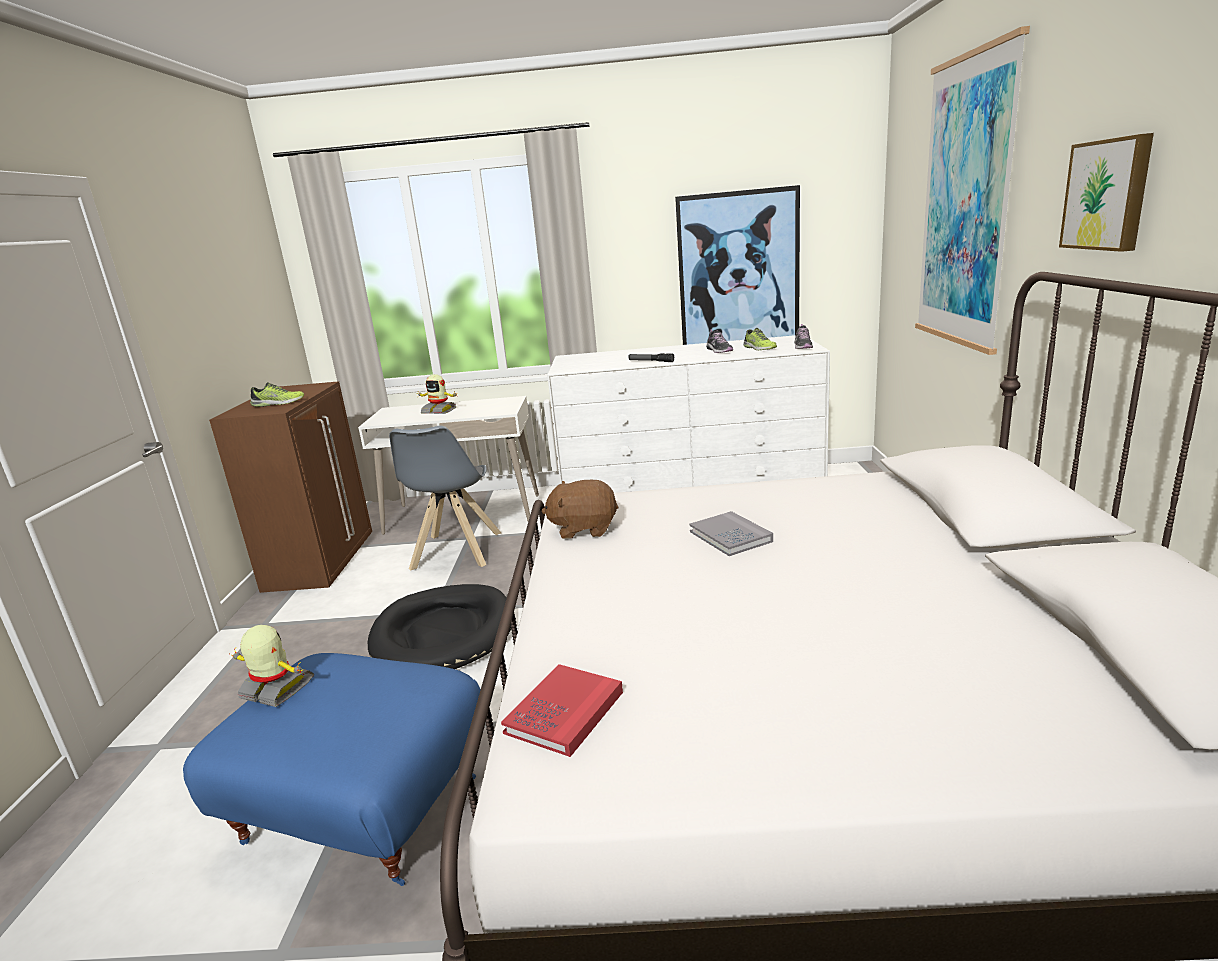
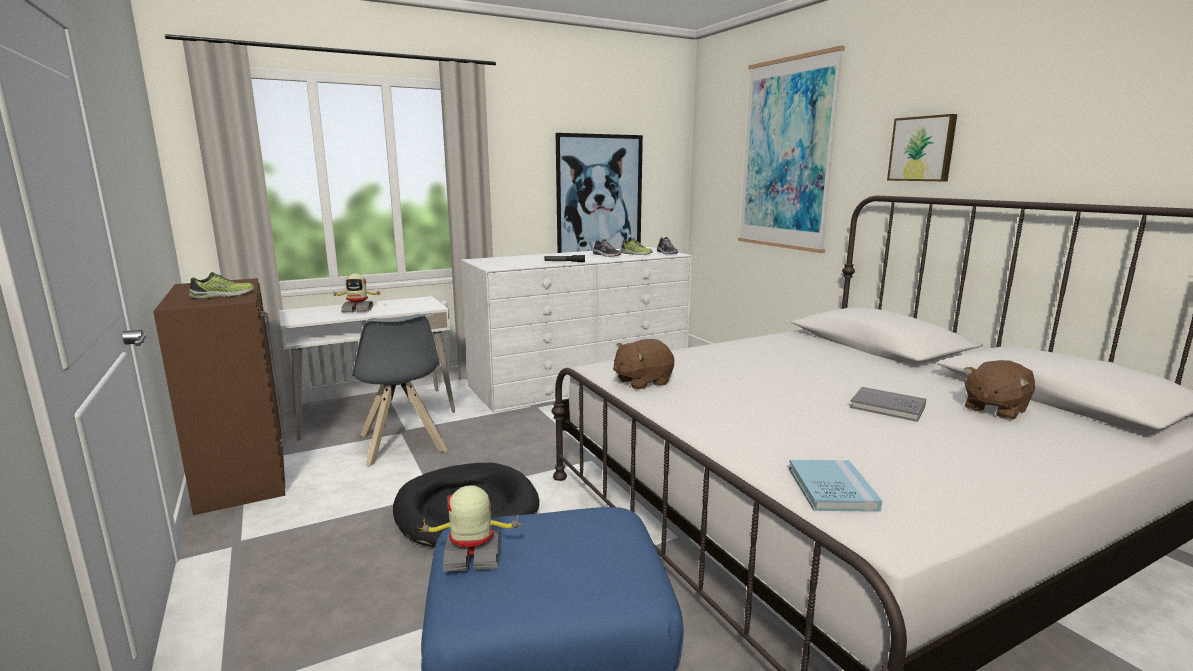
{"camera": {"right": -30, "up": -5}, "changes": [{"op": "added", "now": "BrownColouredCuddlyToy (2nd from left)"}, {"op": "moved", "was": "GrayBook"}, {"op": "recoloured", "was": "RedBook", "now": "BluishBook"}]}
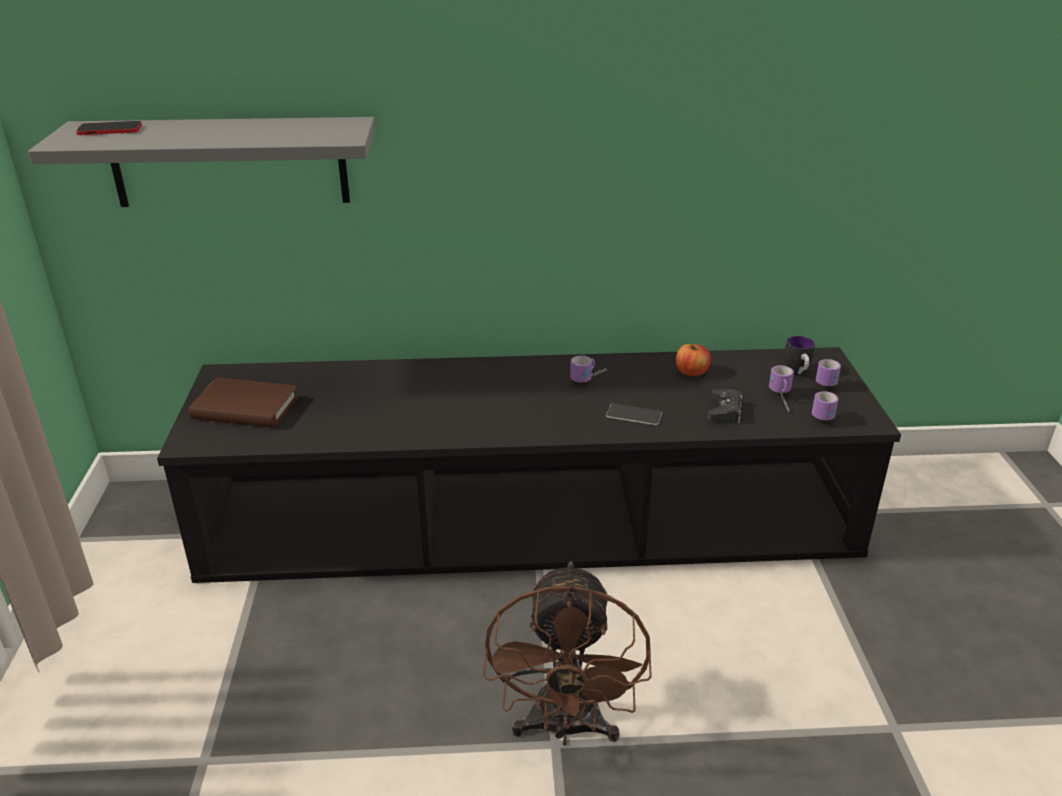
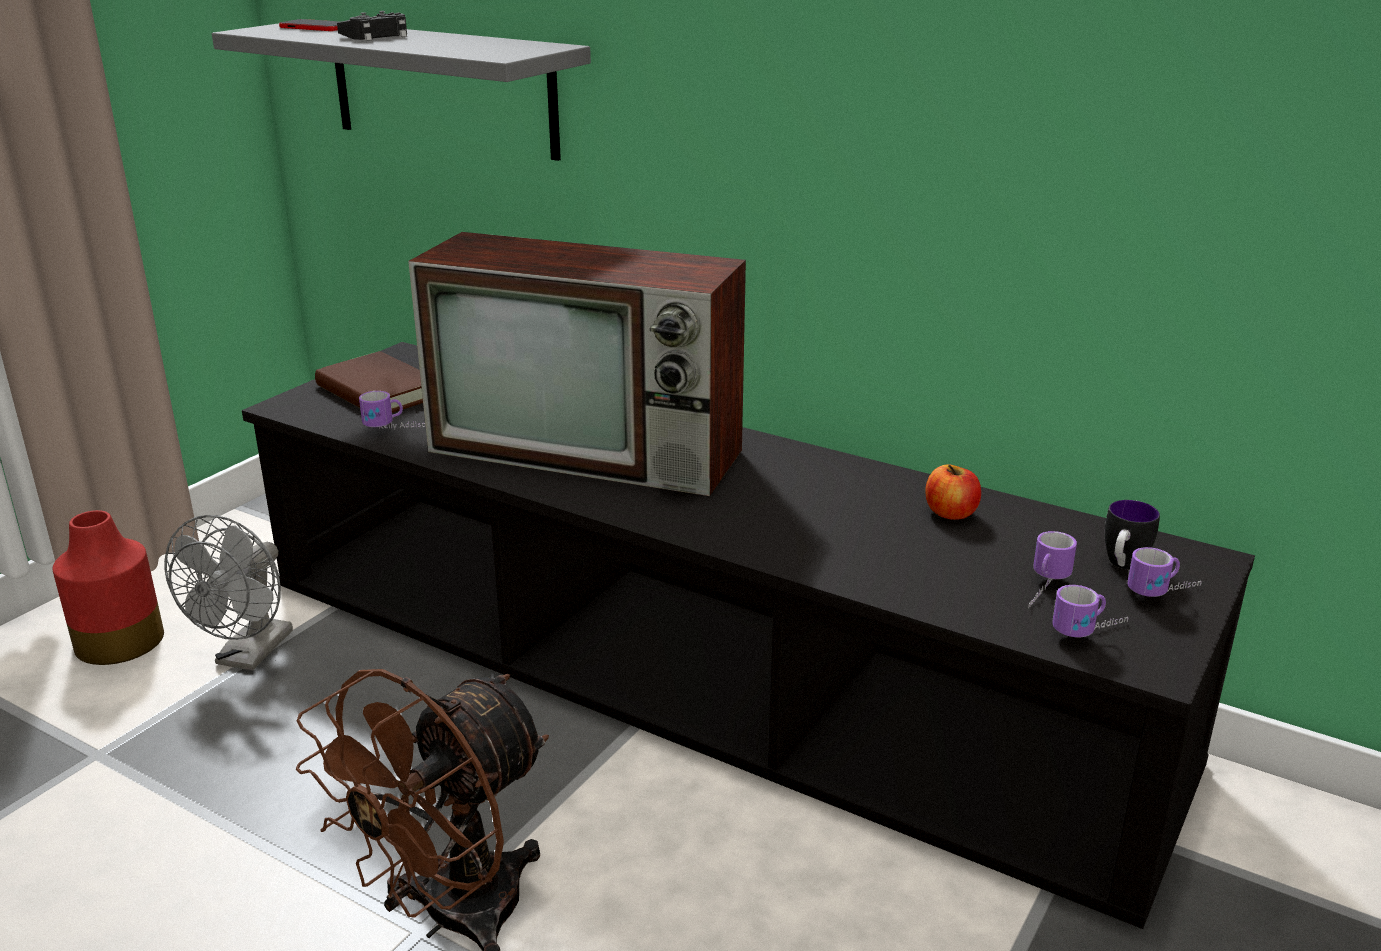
{"camera": {"right": 35, "up": -5}, "changes": [{"op": "removed", "was": "Handset (2nd from left)"}, {"op": "added", "now": "RedFlowerVase"}, {"op": "added", "now": "GrayFan"}, {"op": "added", "now": "TvSet"}, {"op": "moved", "was": "CoffeeMug (1st from left)"}, {"op": "moved", "was": "BlackishJoypad"}]}
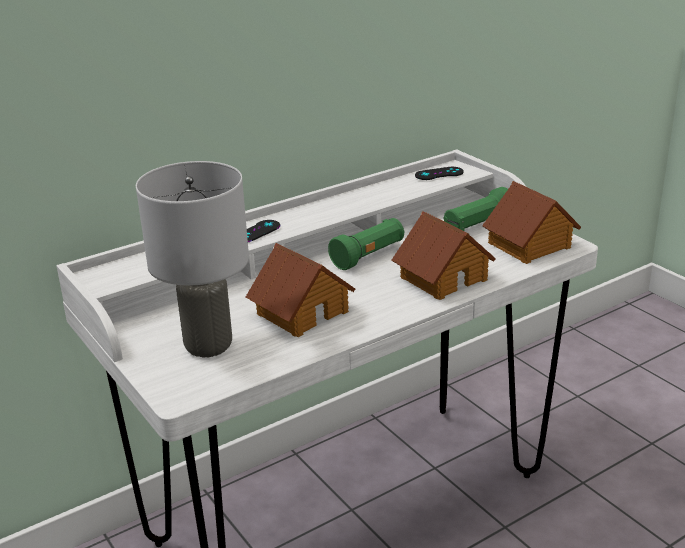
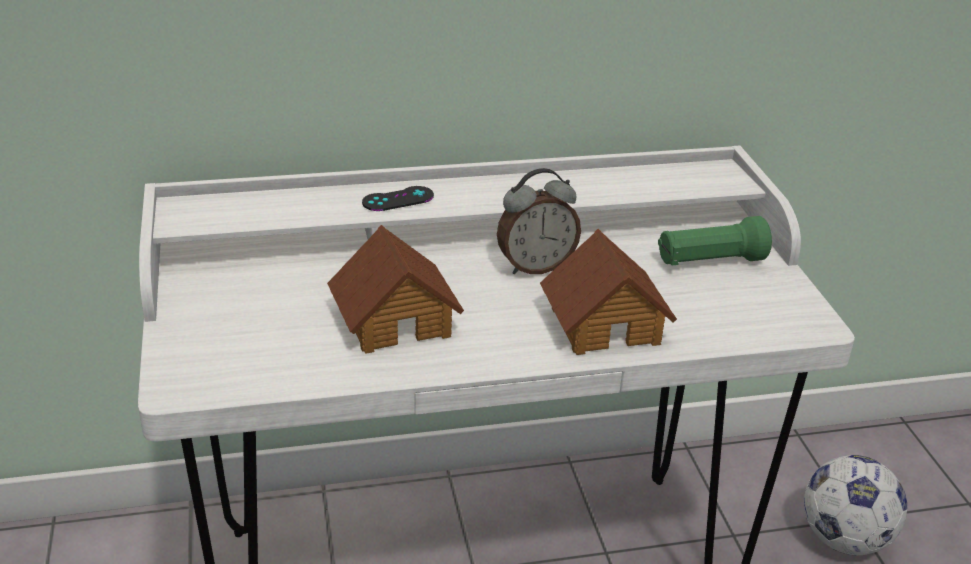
{"camera": {"right": 20, "up": 5}, "changes": [{"op": "removed", "was": "WhiteLampForATable"}, {"op": "removed", "was": "BlackishJoypad (2nd from left)"}, {"op": "removed", "was": "MiniatureHouse (3rd from left)"}, {"op": "added", "now": "FootballBall"}, {"op": "replaced", "was": "GreenColouredFlashlight (1st from left)", "now": "BedsideClock"}]}
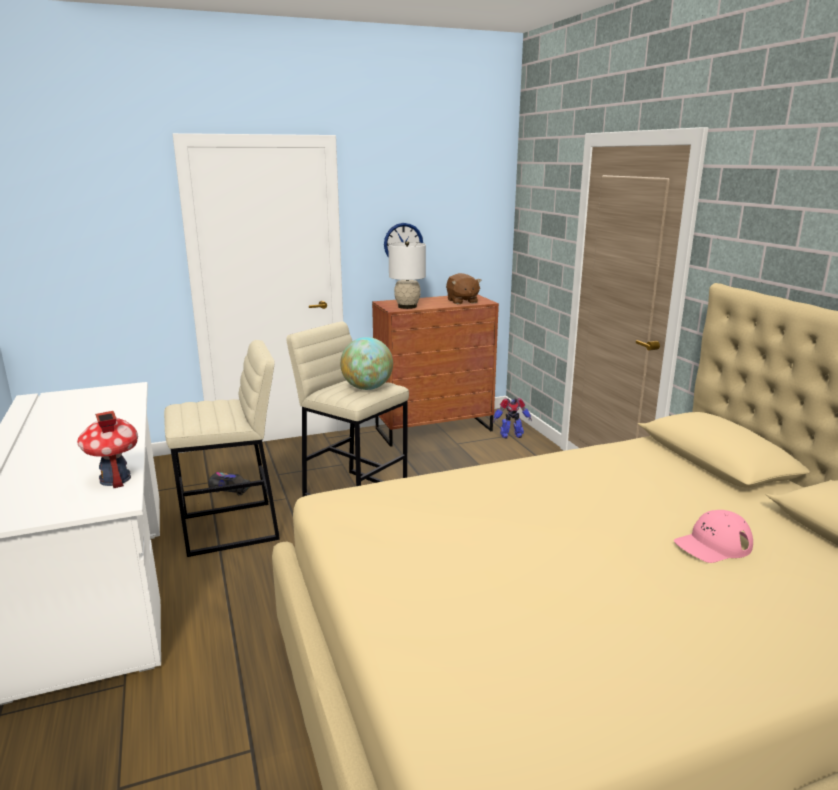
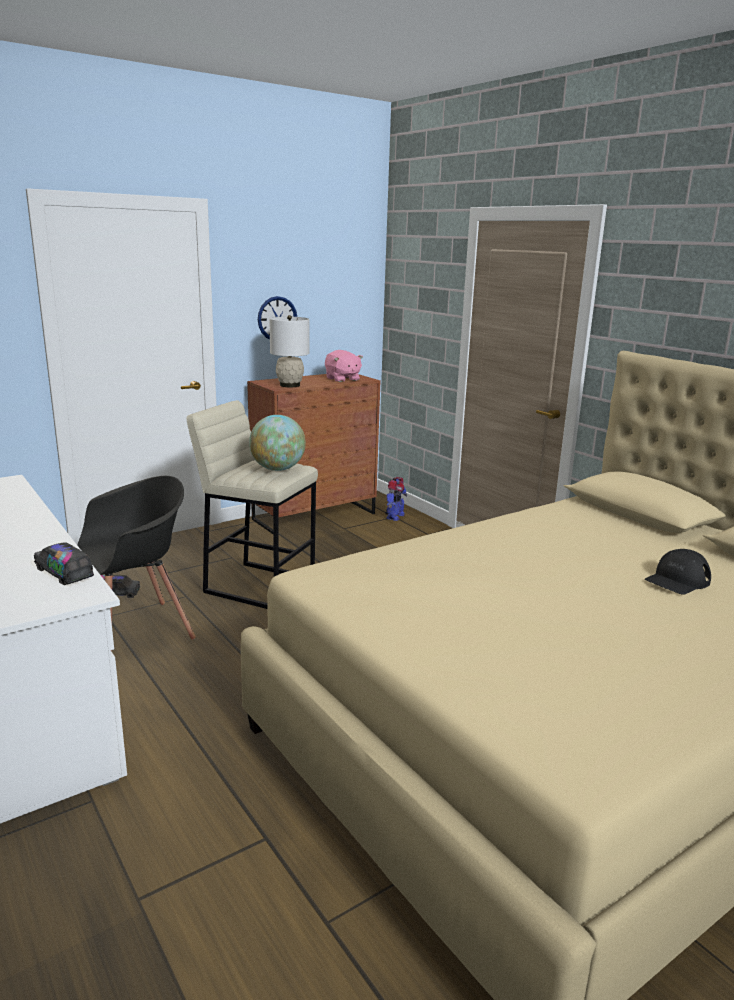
{"camera": {"right": -15, "up": 0}, "changes": [{"op": "replaced", "was": "MiniatureHouse", "now": "ToyLorry (1st from left)"}, {"op": "replaced", "was": "BeigeColouredStool (1st from left)", "now": "BlackishChair"}, {"op": "recoloured", "was": "BrownColouredCuddlyToy", "now": "PinkCuddlyToy"}, {"op": "recoloured", "was": "PinkCap", "now": "BlackishCap"}, {"op": "turned", "was": "ModelRobot", "clockwise": -45}]}
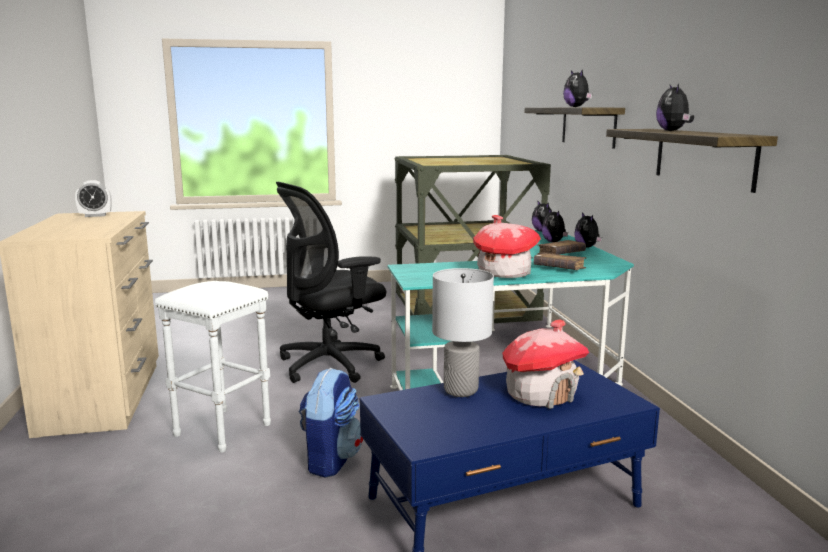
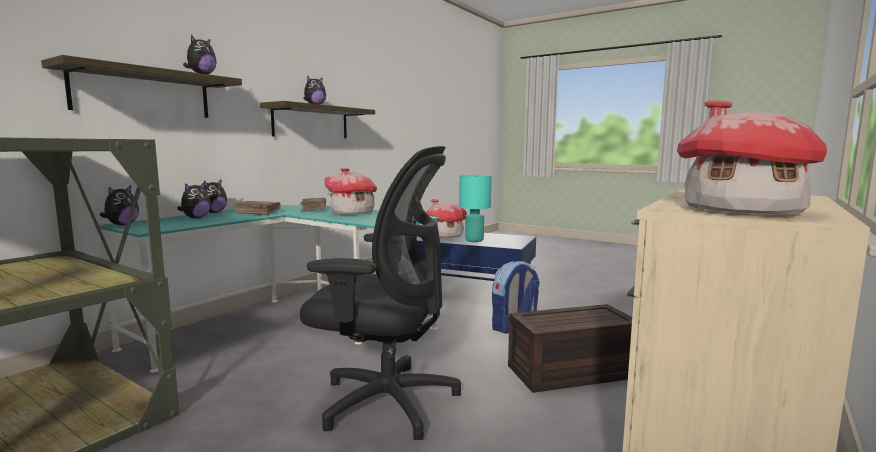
{"camera": {"right": -135, "up": -5}, "changes": [{"op": "replaced", "was": "BedsideClock", "now": "MiniatureHouse (3rd from left)"}, {"op": "replaced", "was": "WhiteStool", "now": "BrownColouredStorageBin"}, {"op": "recoloured", "was": "GrayLampForATable", "now": "TurquoiseColouredLampForATable"}]}
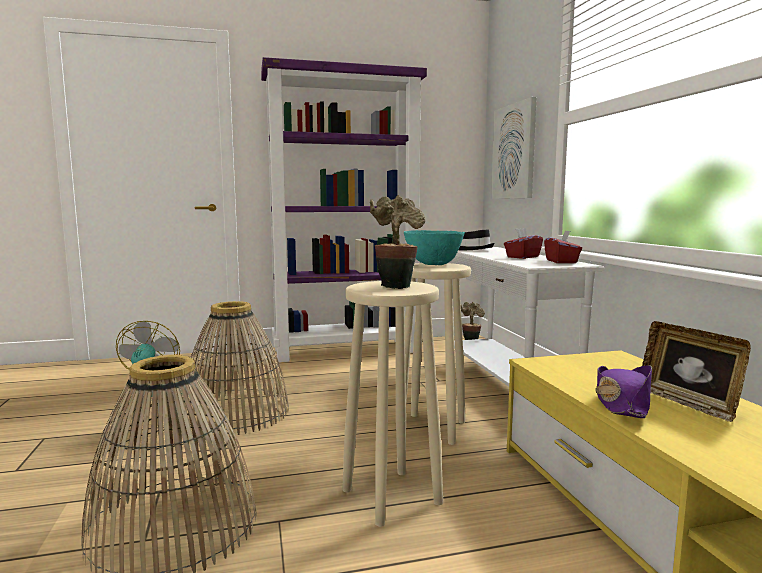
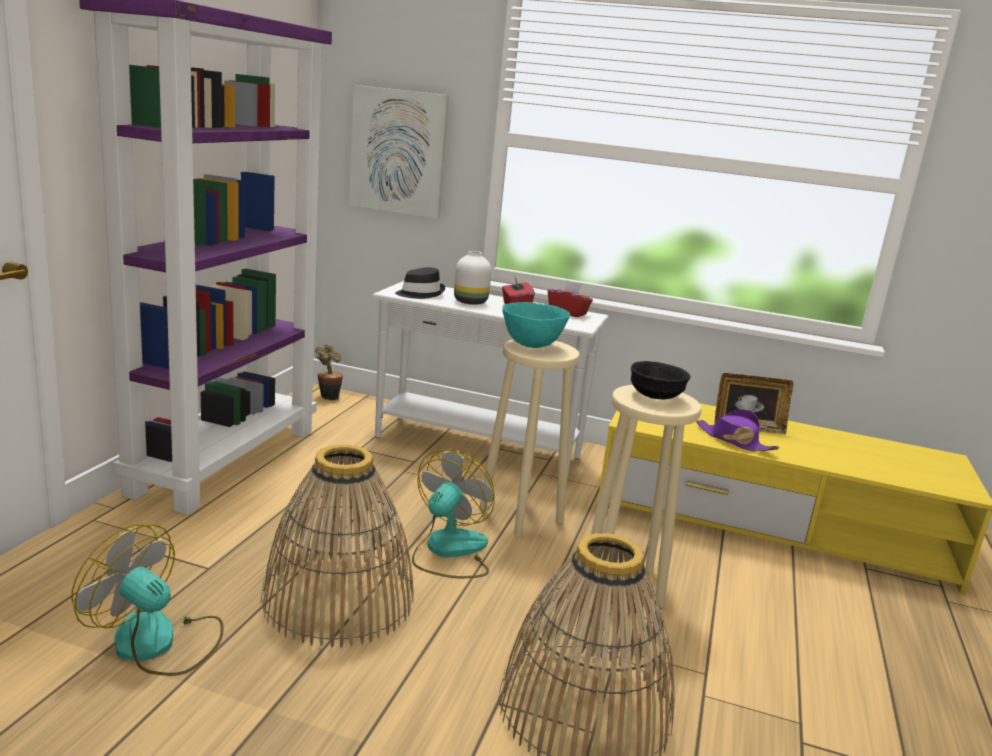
{"camera": {"right": -60, "up": 10}, "changes": [{"op": "added", "now": "Fan (2nd from left)"}, {"op": "added", "now": "WhiteFlowerVase"}, {"op": "replaced", "was": "PlantInAPot (1st from left)", "now": "BlackishDeepDish"}]}
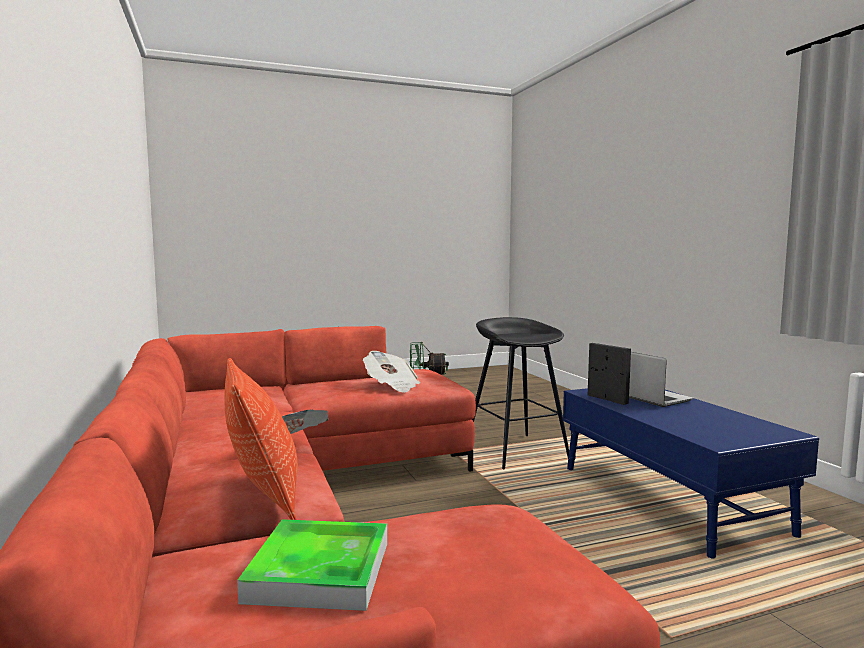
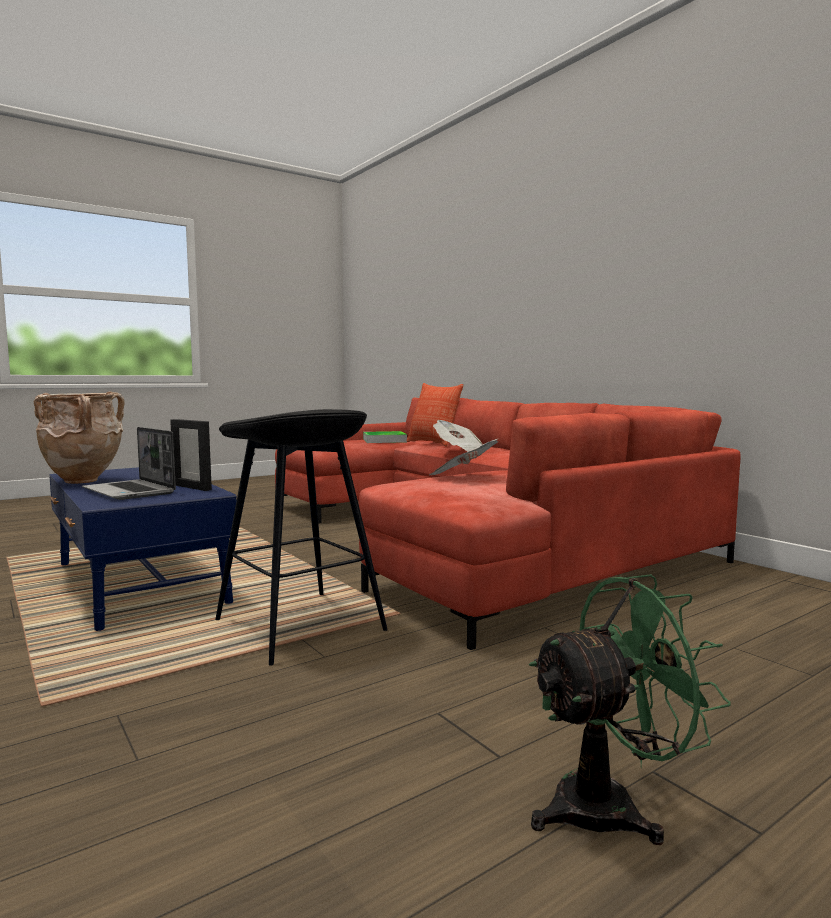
{"camera": {"right": 165, "up": 0}, "changes": [{"op": "added", "now": "BeigeColouredFlowerVase"}]}
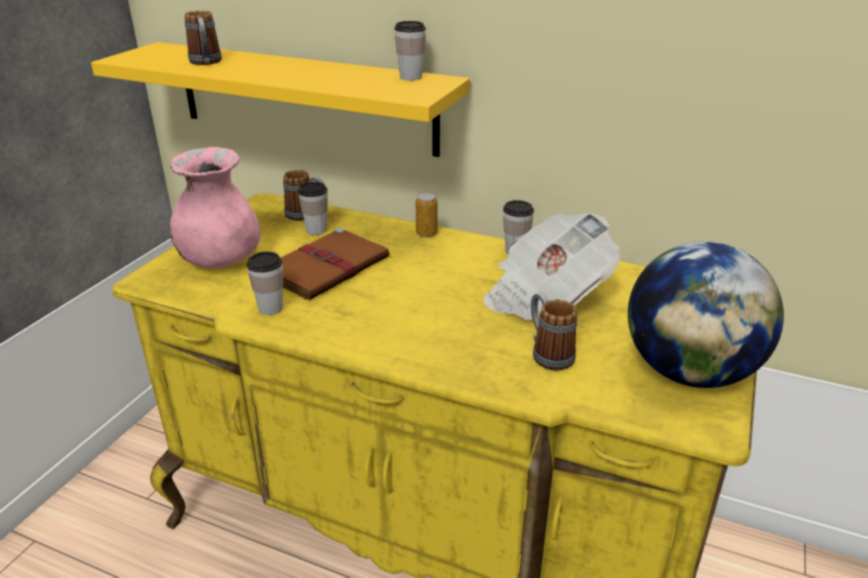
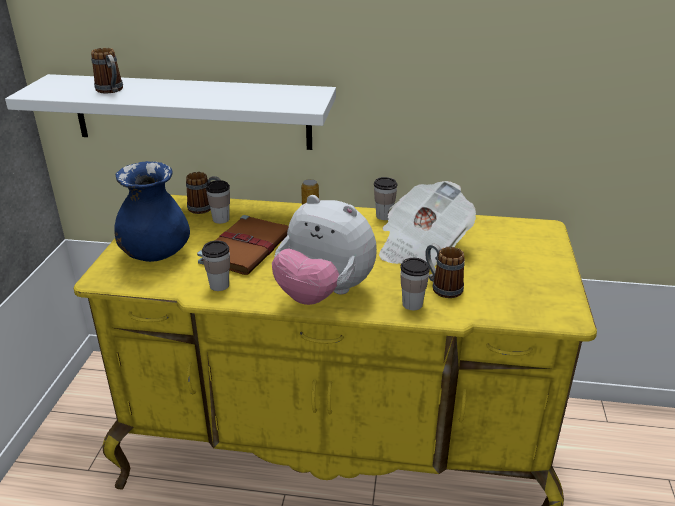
{"camera": {"right": -15, "up": 0}, "changes": [{"op": "removed", "was": "Globe"}, {"op": "added", "now": "CuddlyToy"}, {"op": "moved", "was": "SmallCup (3rd from left in the first image)", "now": "SmallCup (4th from left)"}, {"op": "recoloured", "was": "YellowShelf", "now": "WhiteShelf"}, {"op": "recoloured", "was": "PinkFlowerVase", "now": "BluishFlowerVase"}]}
